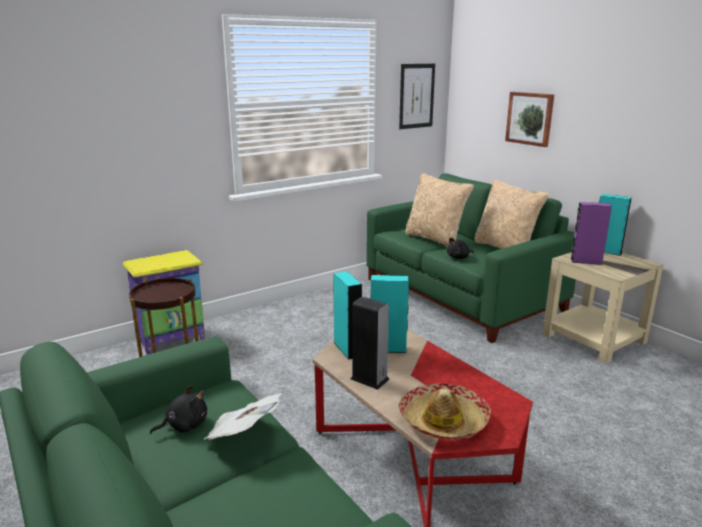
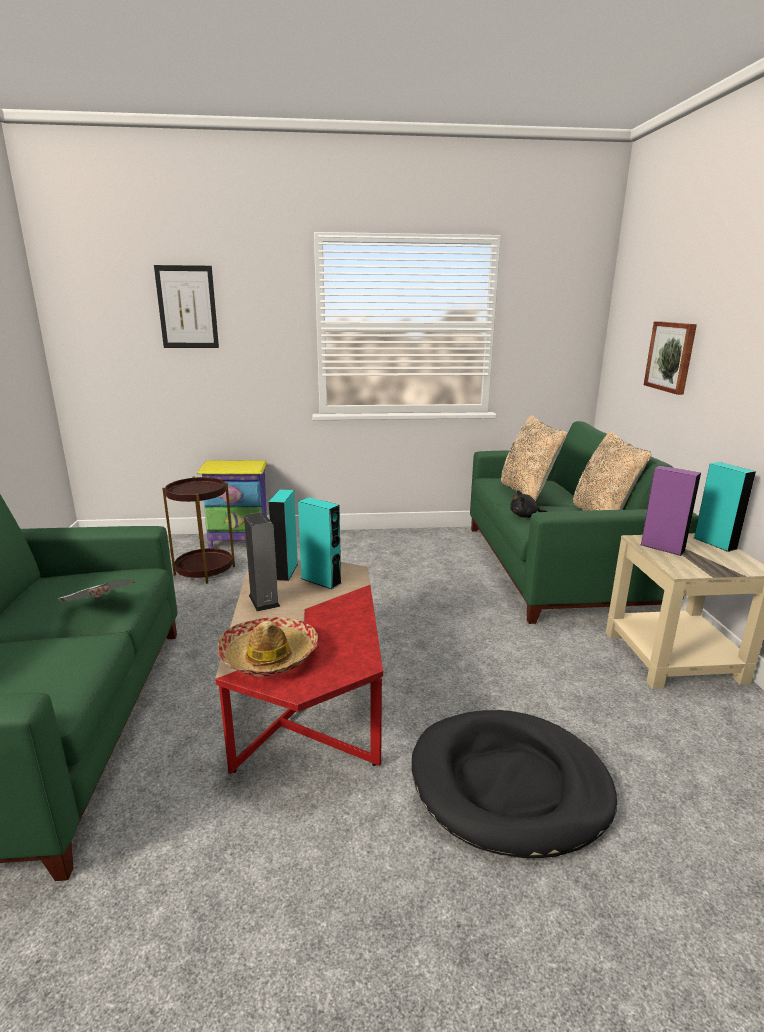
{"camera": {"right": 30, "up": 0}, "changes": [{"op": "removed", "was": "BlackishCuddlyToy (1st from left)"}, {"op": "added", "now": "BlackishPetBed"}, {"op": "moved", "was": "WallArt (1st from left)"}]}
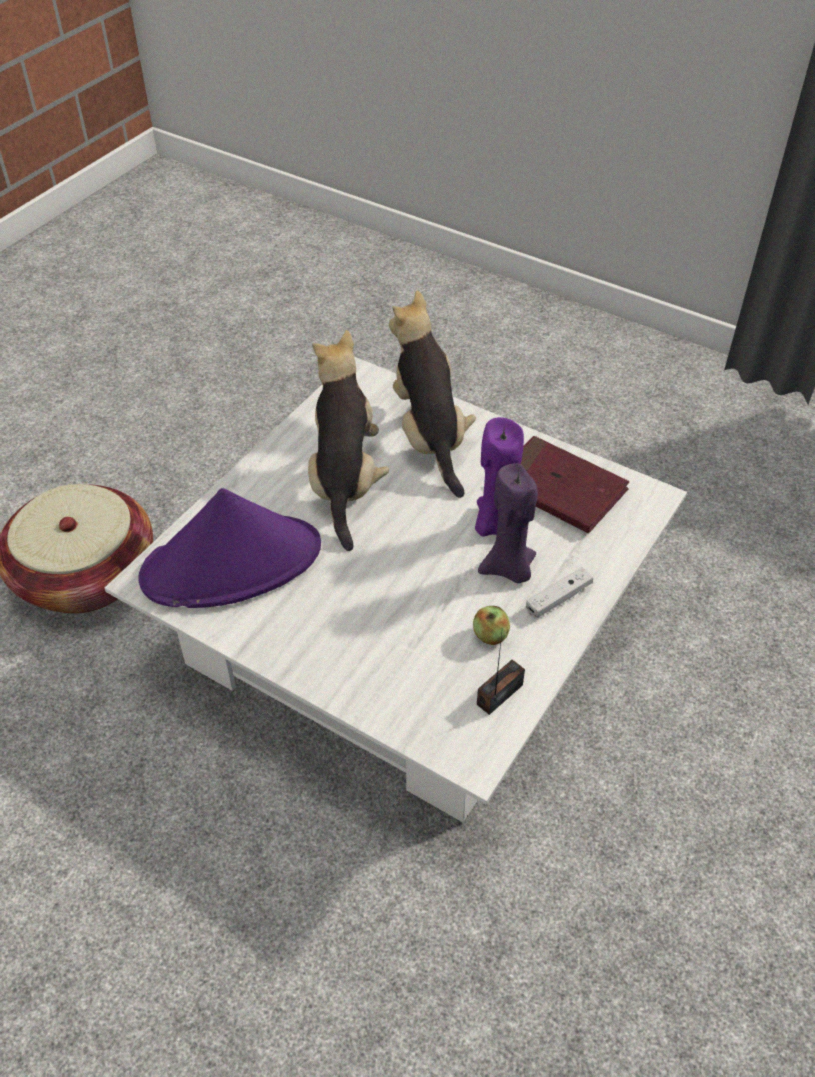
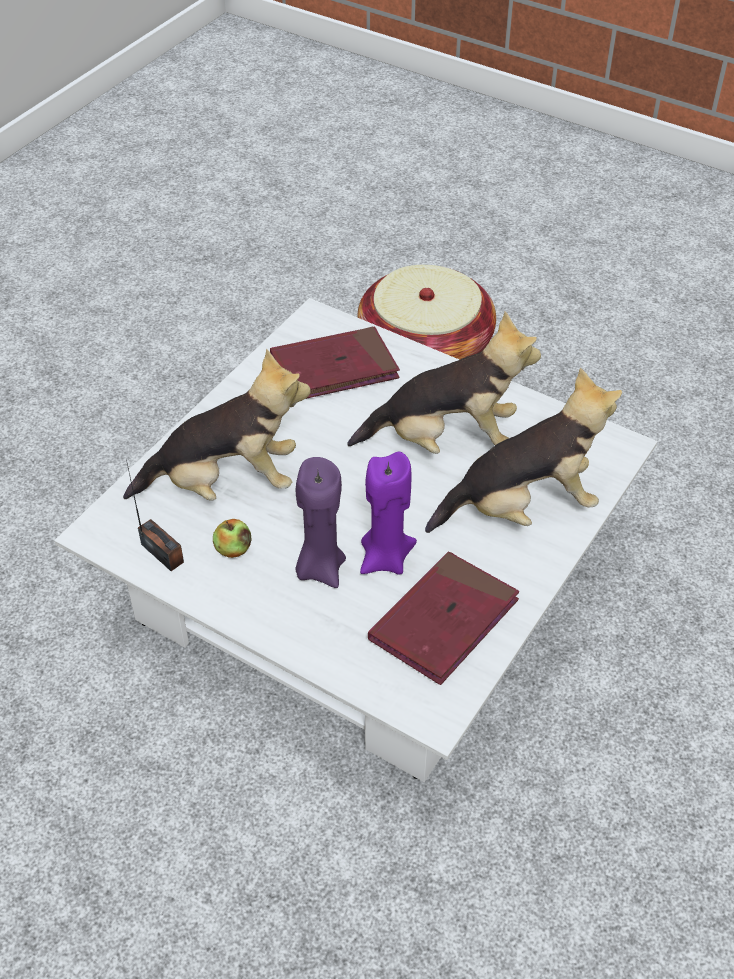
{"camera": {"right": 90, "up": 0}, "changes": [{"op": "removed", "was": "WhiteJoypad"}, {"op": "added", "now": "CuddlyToy (1st from left)"}, {"op": "replaced", "was": "PurpleColouredClothingHat", "now": "RedBook (1st from left)"}]}
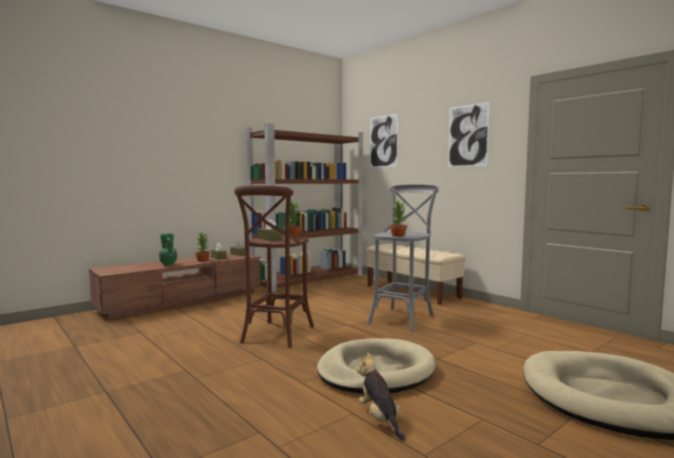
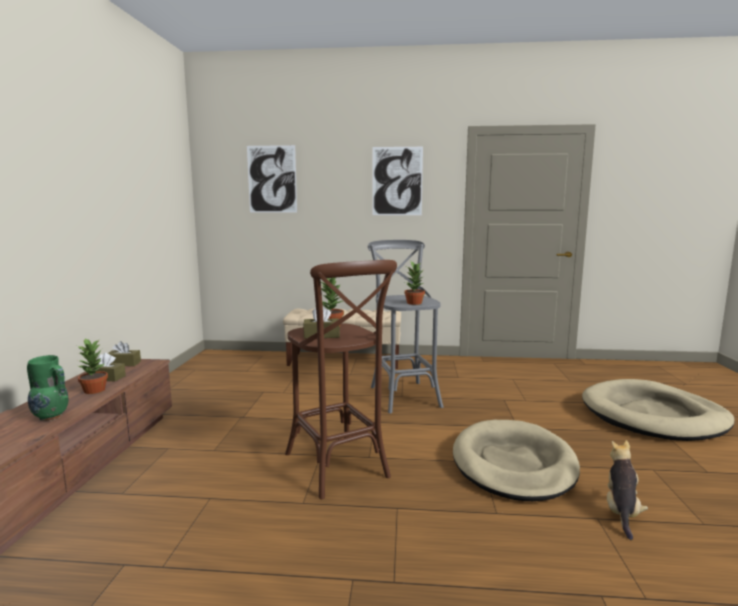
{"camera": {"right": -45, "up": 5}, "changes": [{"op": "removed", "was": "BrownColouredShelvingUnit"}, {"op": "turned", "was": "CuddlyToy", "clockwise": 90}]}
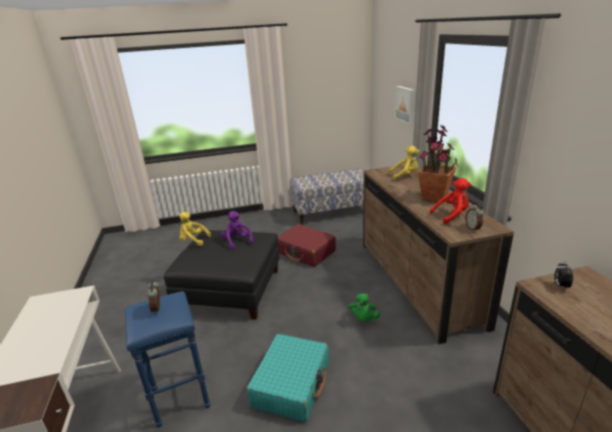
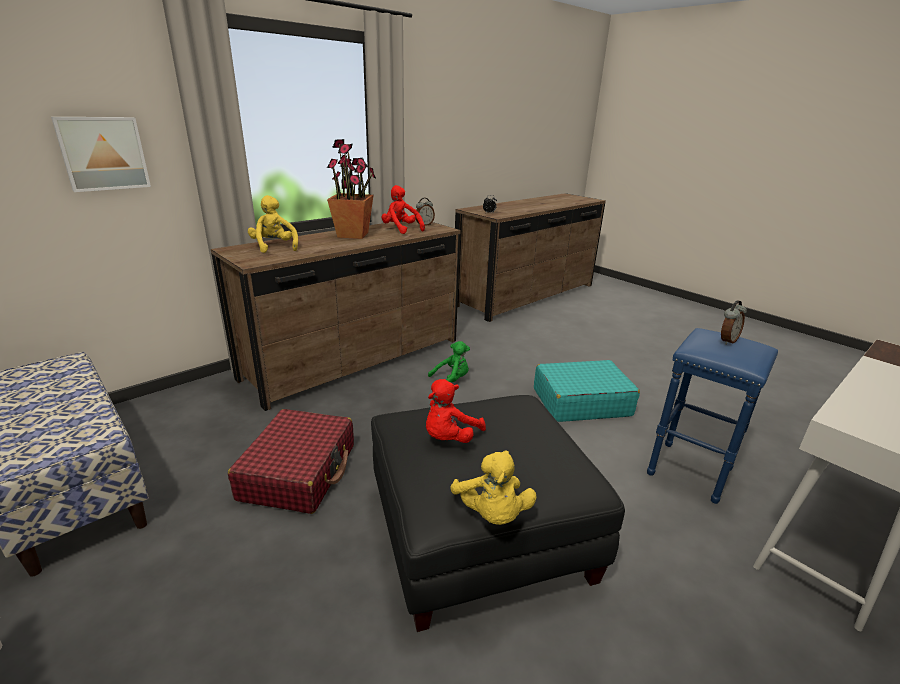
{"camera": {"right": -120, "up": 0}, "changes": [{"op": "recoloured", "was": "PurpleColouredCuddlyToy", "now": "RedCuddlyToy (2nd from left)"}]}
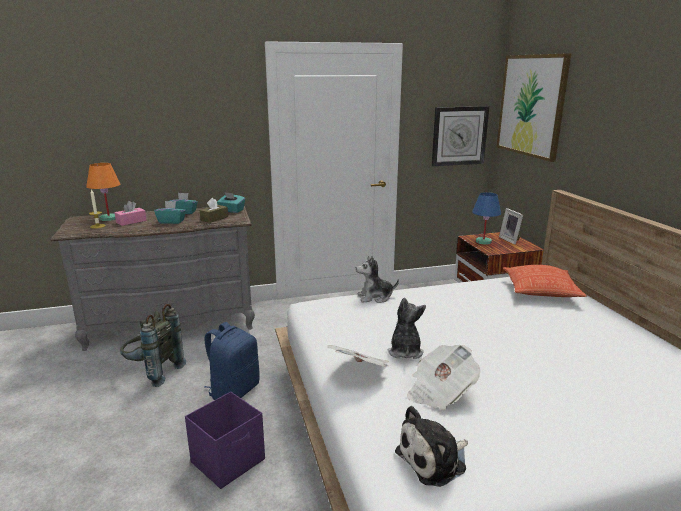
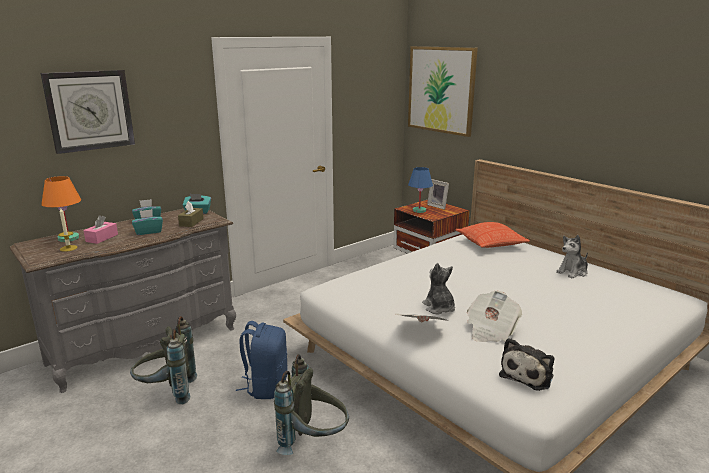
{"camera": {"right": -25, "up": 0}, "changes": [{"op": "moved", "was": "CuddlyToy (1st from left in the first image)", "now": "CuddlyToy (3rd from left)"}, {"op": "moved", "was": "HangingClock"}, {"op": "replaced", "was": "PurpleColouredStorageBin", "now": "GrayKnapsack (2nd from left)"}]}
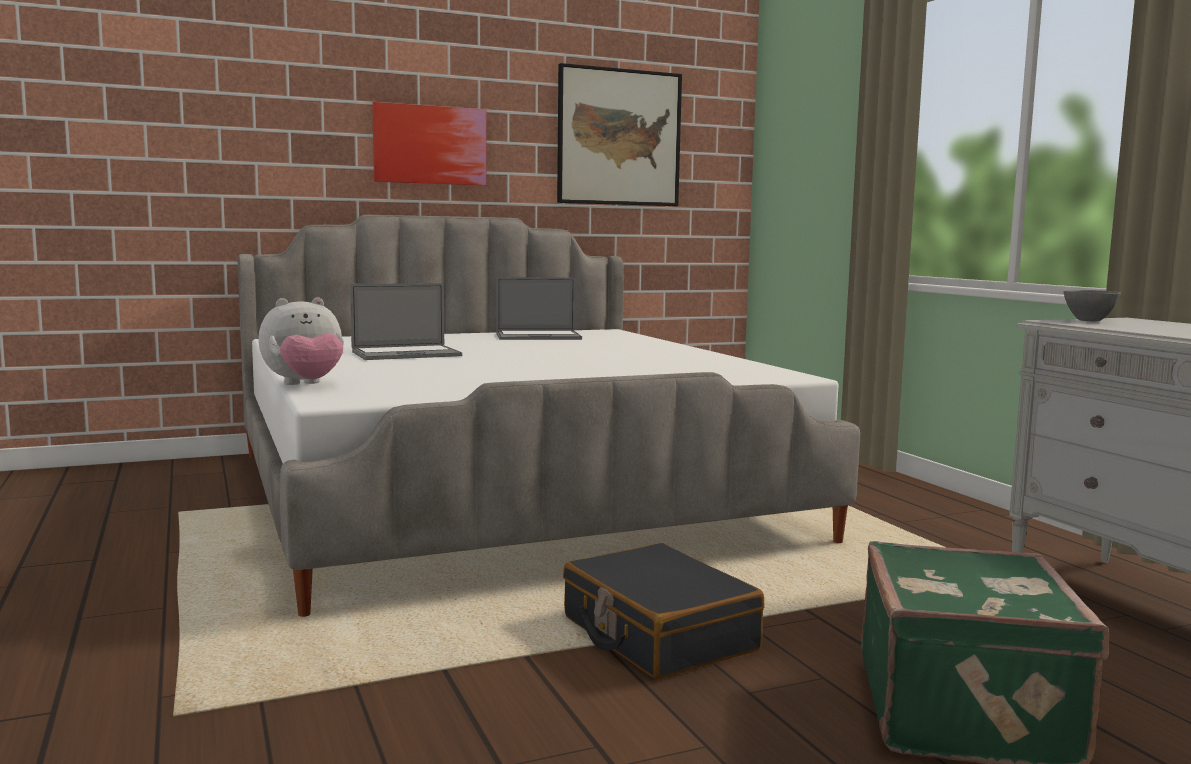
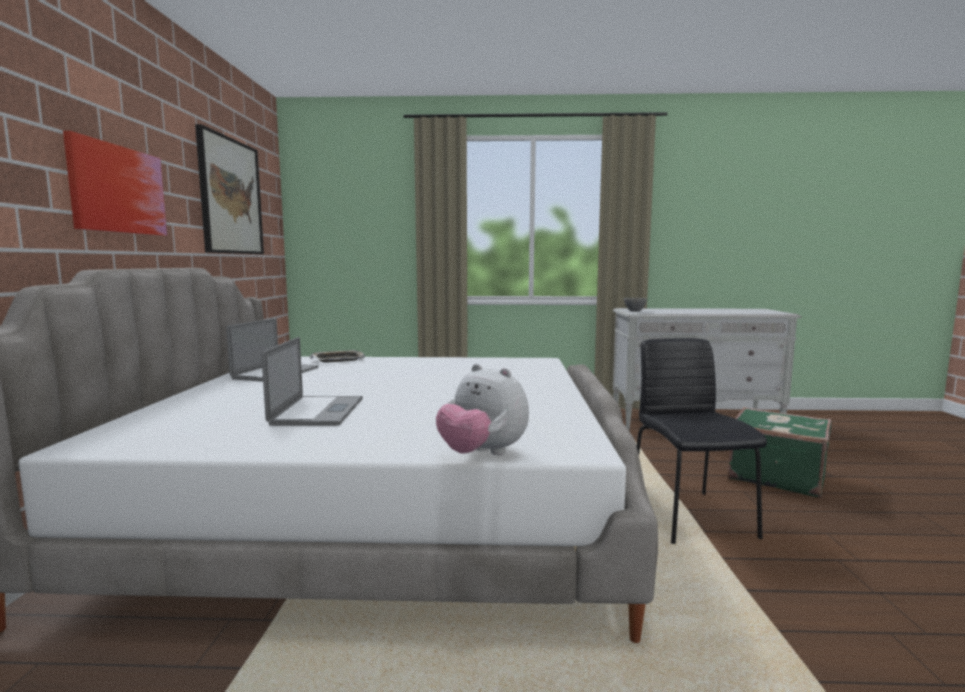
{"camera": {"right": -65, "up": 0}, "changes": [{"op": "added", "now": "CarryingTray"}, {"op": "replaced", "was": "BlackishSuitcase", "now": "BlackishChair"}, {"op": "turned", "was": "CuddlyToy", "clockwise": 135}]}
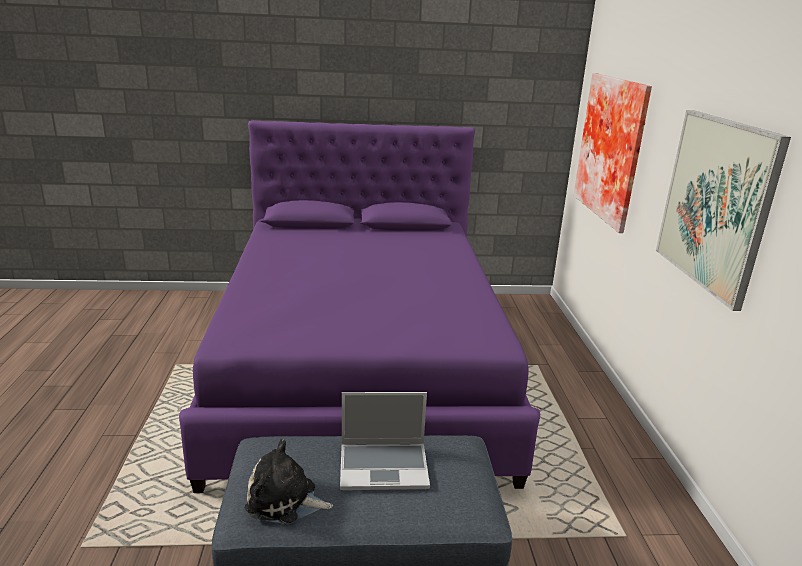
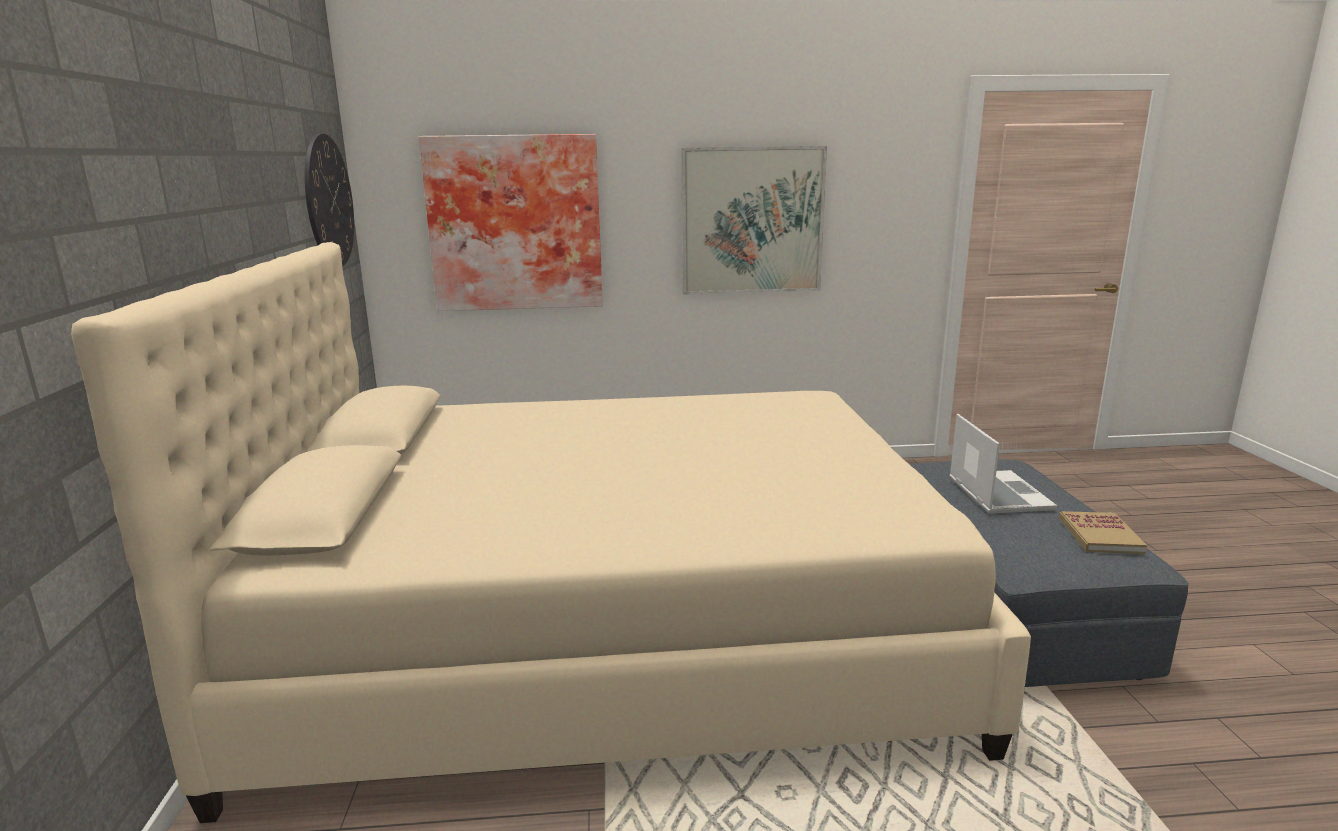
{"camera": {"right": -90, "up": -5}, "changes": [{"op": "added", "now": "HangingClock"}, {"op": "replaced", "was": "CuddlyToy", "now": "Book"}, {"op": "recoloured", "was": "PurpleColouredBedroomBed", "now": "BeigeColouredBedroomBed"}]}
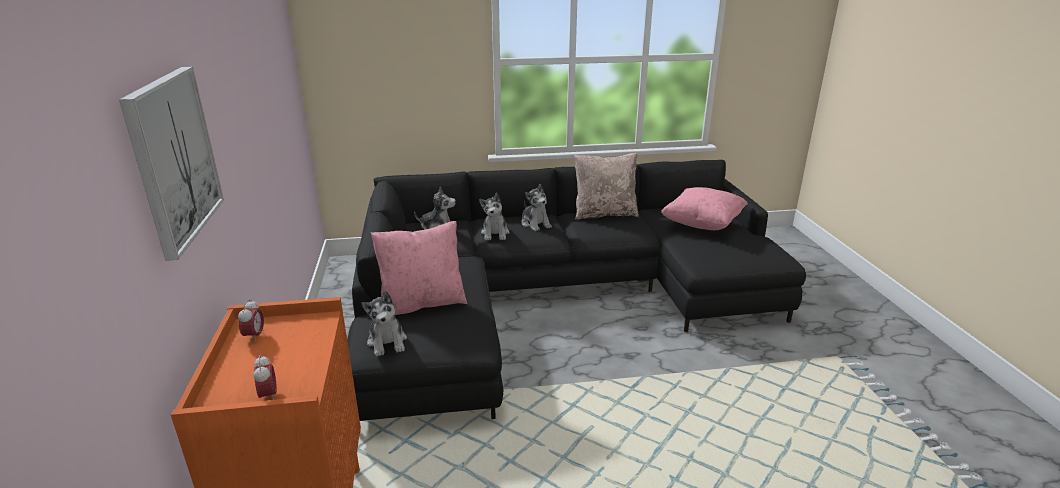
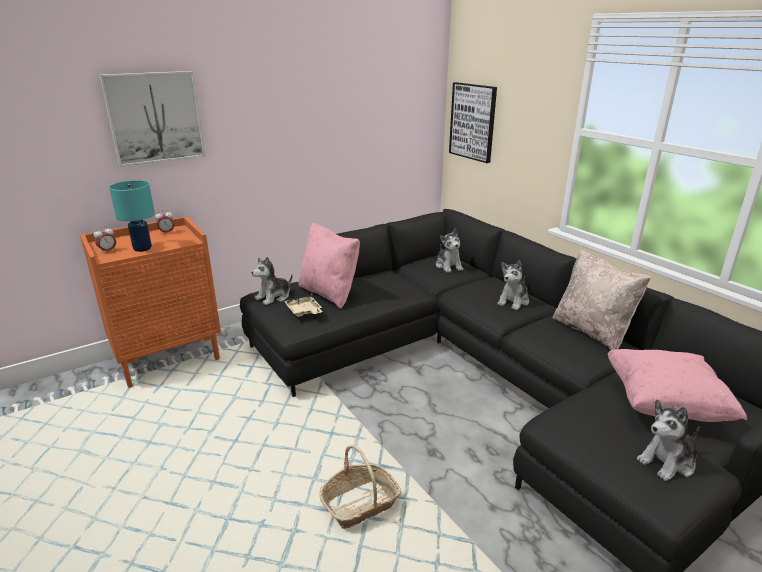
{"camera": {"right": 65, "up": 0}, "changes": [{"op": "added", "now": "TurquoiseColouredLampForATable"}, {"op": "added", "now": "BeigeColouredCarryingTray"}, {"op": "added", "now": "StorageBasket"}, {"op": "added", "now": "WallArt (2nd from left)"}, {"op": "moved", "was": "CuddlyToy (3rd from left in the first image)", "now": "CuddlyToy (4th from left)"}]}
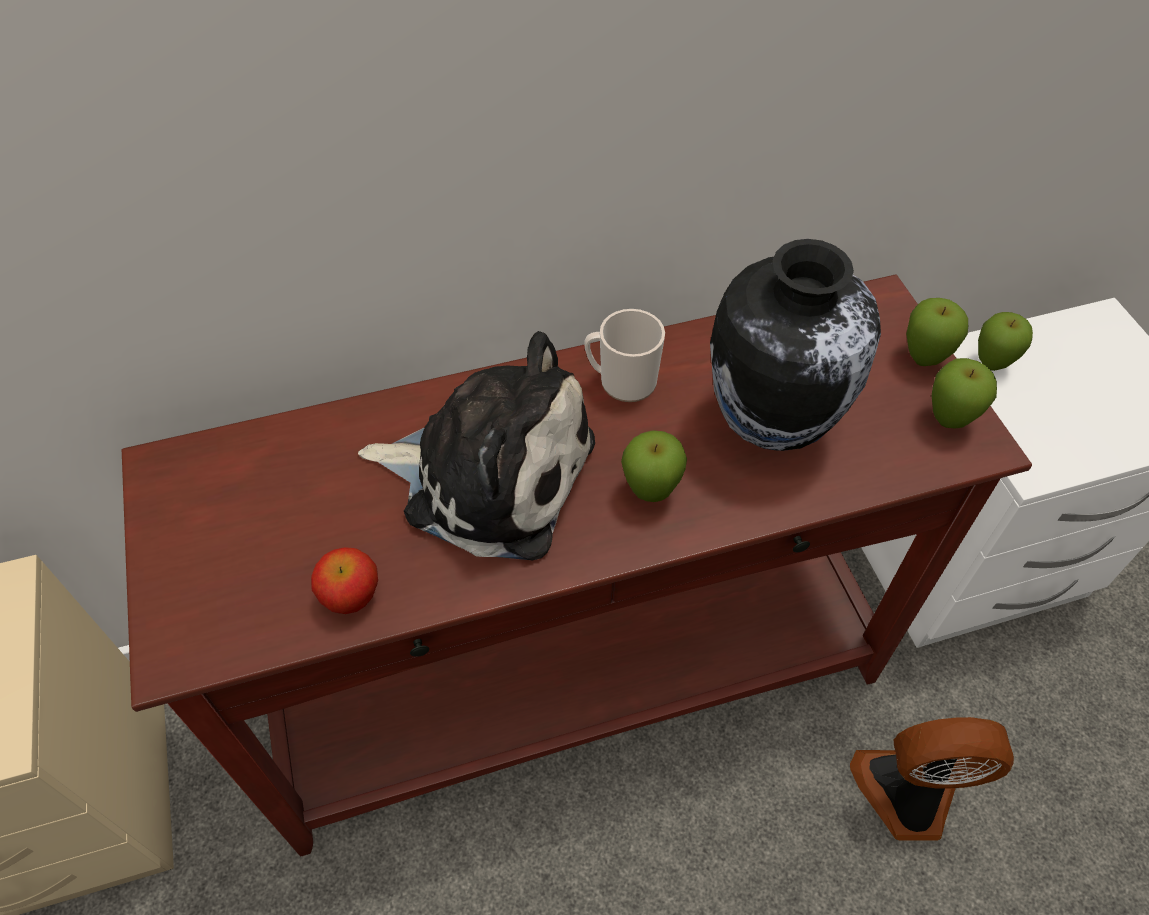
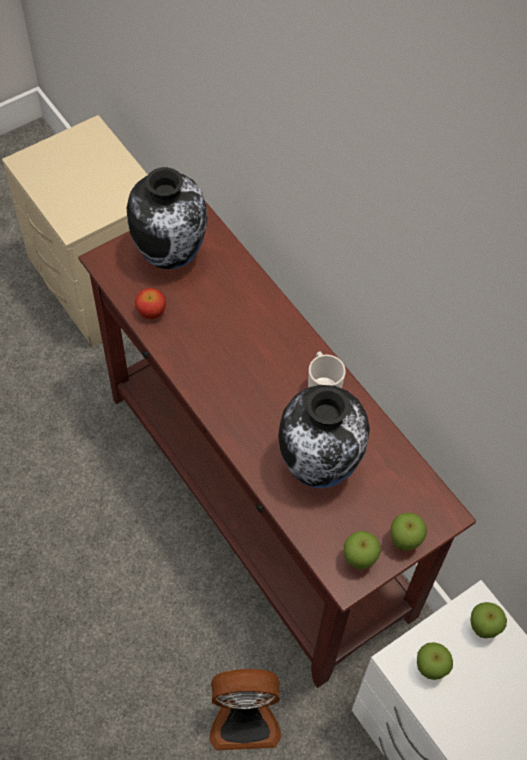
{"camera": {"right": 70, "up": 5}, "changes": [{"op": "removed", "was": "CuddlyToy"}, {"op": "added", "now": "FlowerVase (1st from left)"}, {"op": "moved", "was": "WholeApple (2nd from left in the first image)", "now": "WholeApple (4th from left)"}, {"op": "turned", "was": "Fan", "clockwise": 105}]}
